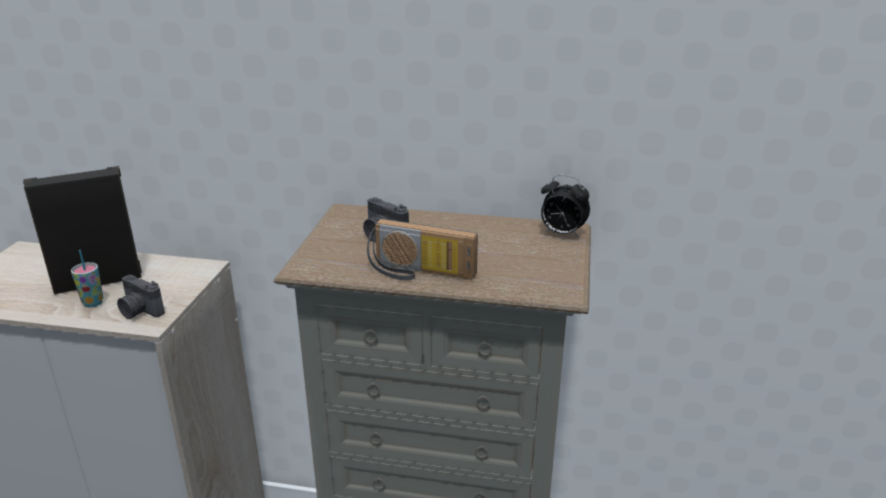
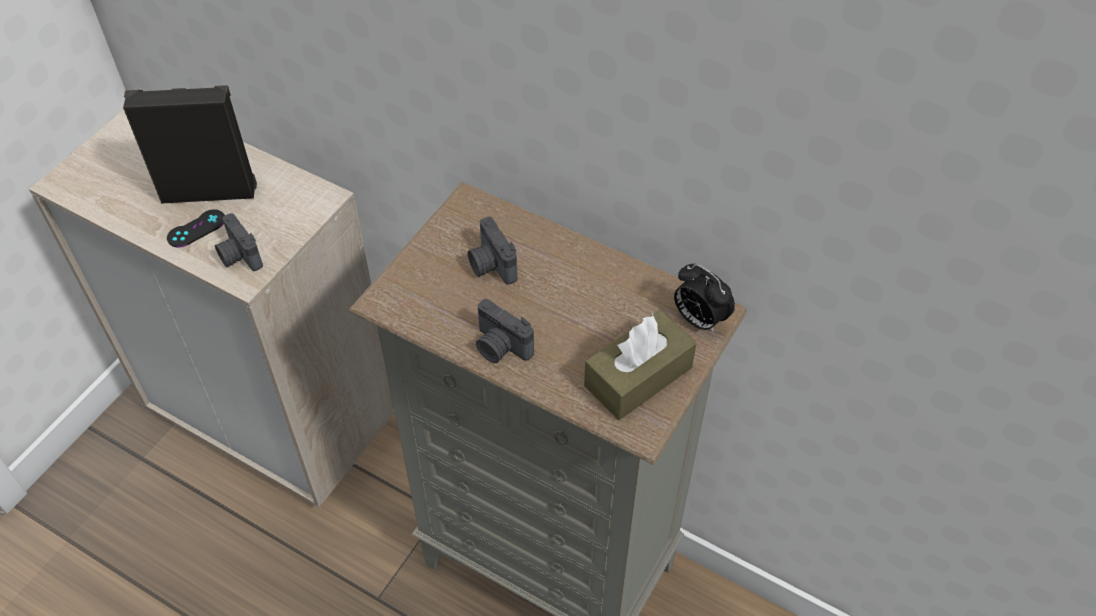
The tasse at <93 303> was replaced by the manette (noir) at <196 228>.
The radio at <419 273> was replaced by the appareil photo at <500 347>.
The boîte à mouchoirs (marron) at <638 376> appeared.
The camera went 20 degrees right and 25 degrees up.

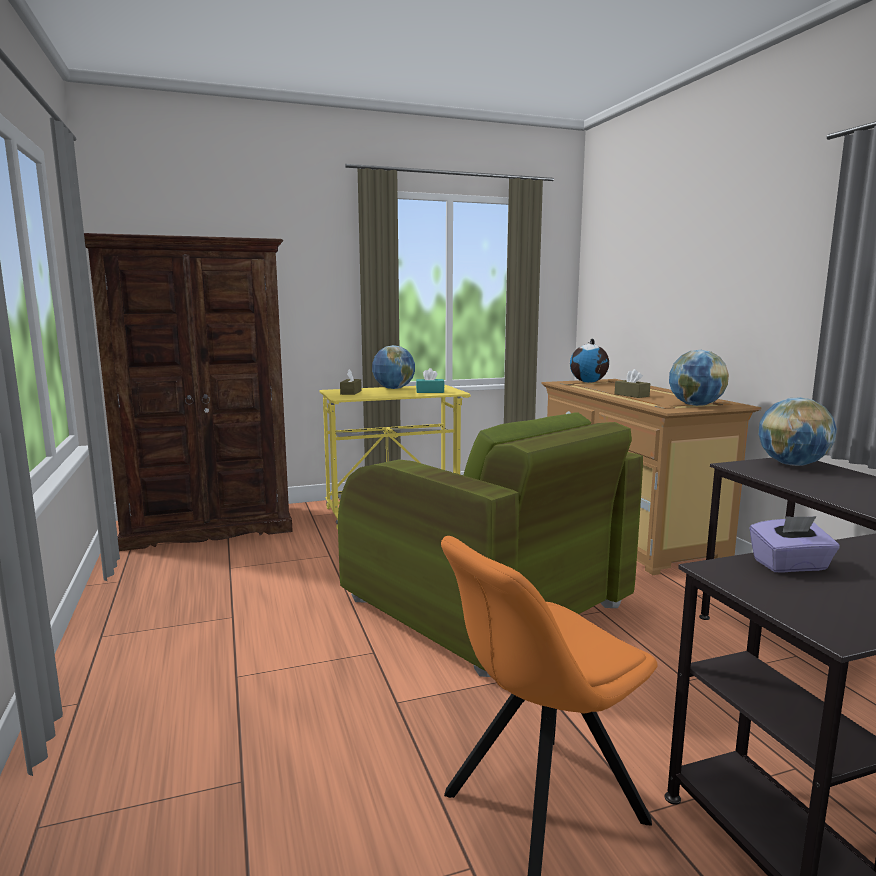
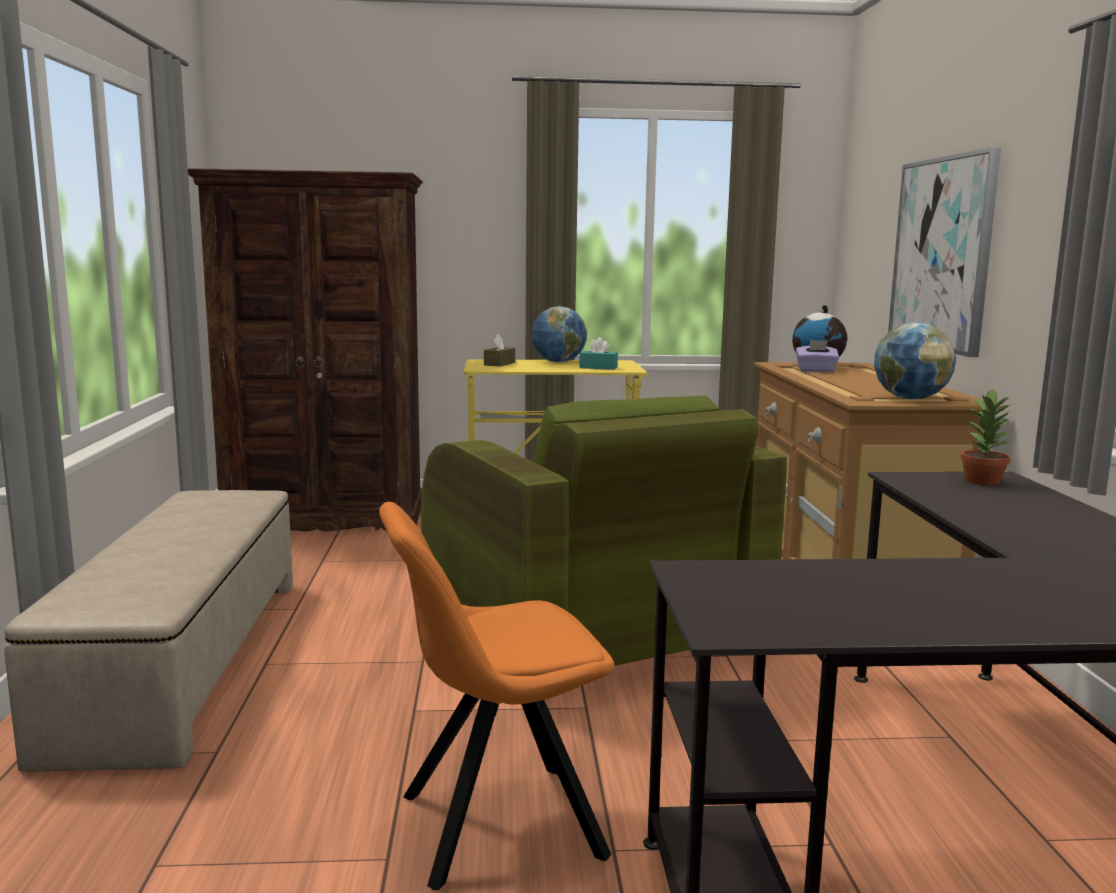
The boîte à mouchoirs (marron) at <631 395> disappeared.
The boîte à mouchoirs (violet) moved from <790 565> to <816 370>.
The globe at <792 464> was replaced by the plante en pot at <983 481>.
The banc (beige) at <184 658> appeared.
The tableau at <942 253> appeared.
The camera went 15 degrees right and 0 degrees up.

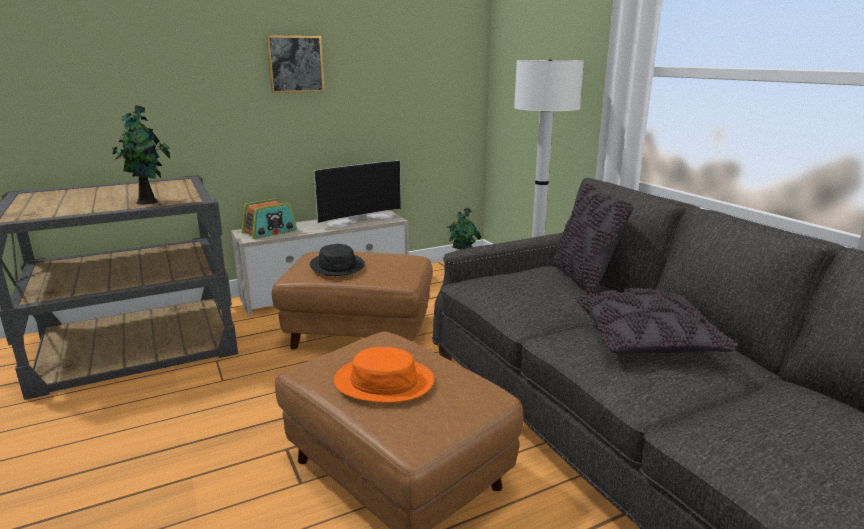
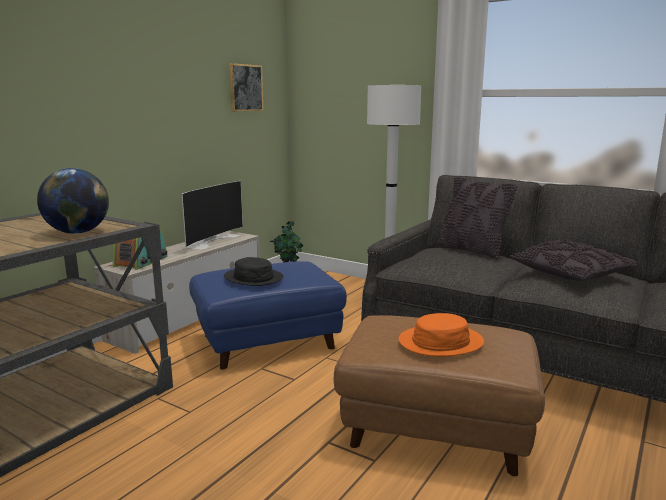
The plante en pot at <149 202> was replaced by the globe at <78 232>.
The tableau moved from <295 64> to <245 88>.
The pouf (marron) at <360 332> became the pouf (bleu) at <268 341>.
The camera went 30 degrees left and 5 degrees down.

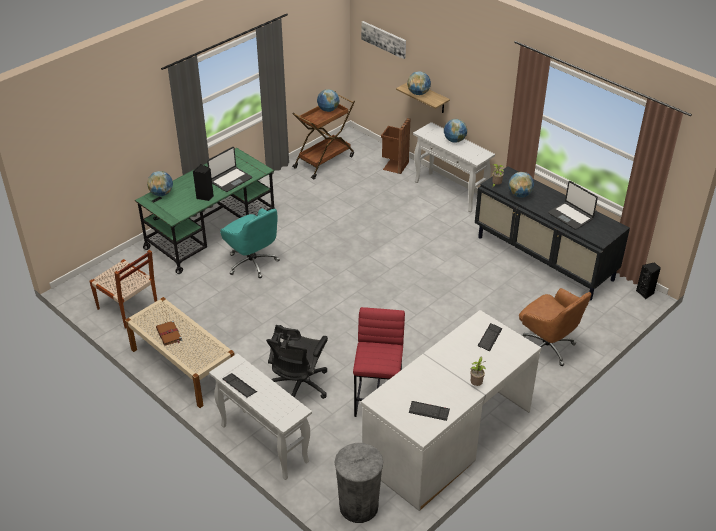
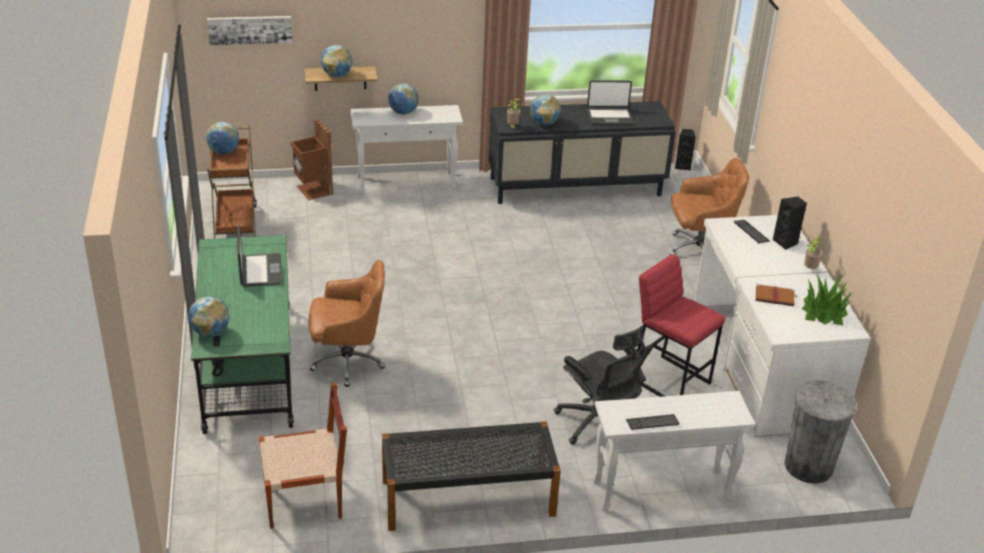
The banc (beige) at <183 366> became the banc (noir) at <468 498>.
The livre (marron) moved from <169 334> to <775 297>.
The enceinte (noir) moved from <205 197> to <786 243>.
The chaise de bureau (turquoise) at <252 263> became the chaise de bureau (marron) at <347 362>.
The clavier at <429 411> was replaced by the plante en pot at <824 312>.
The camera went 55 degrees left and 5 degrees down.

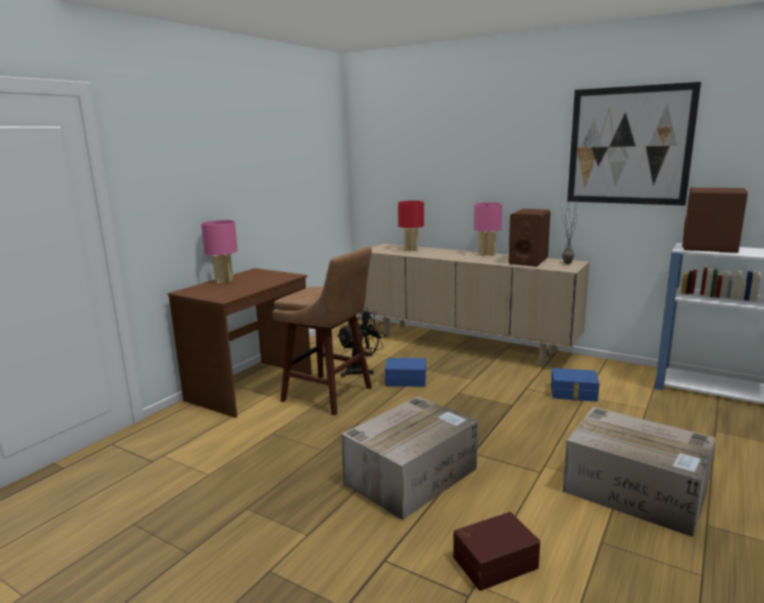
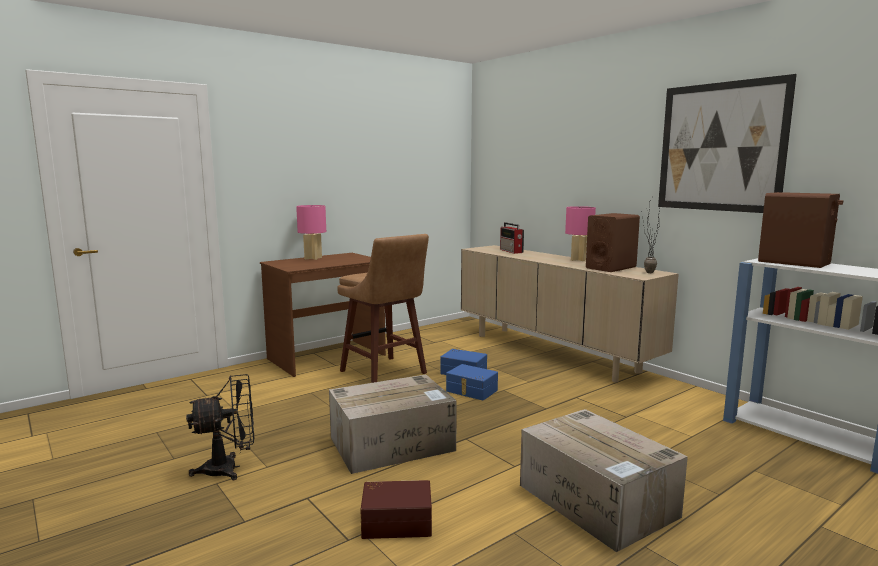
The ventilateur (noir) moved from <361 370> to <229 468>.
The lampe de table (rouge) at <411 250> was replaced by the radio at <511 251>.
The boîte de rangement (bleu) moved from <573 393> to <471 391>.
The camera went 20 degrees right and 5 degrees down.

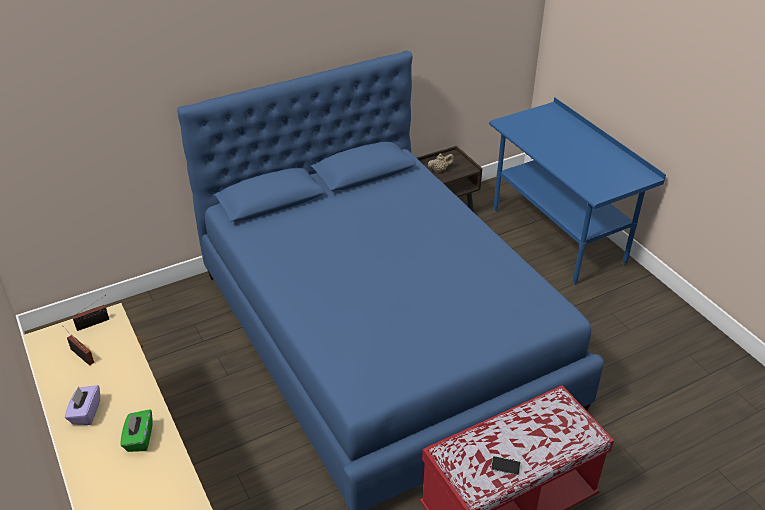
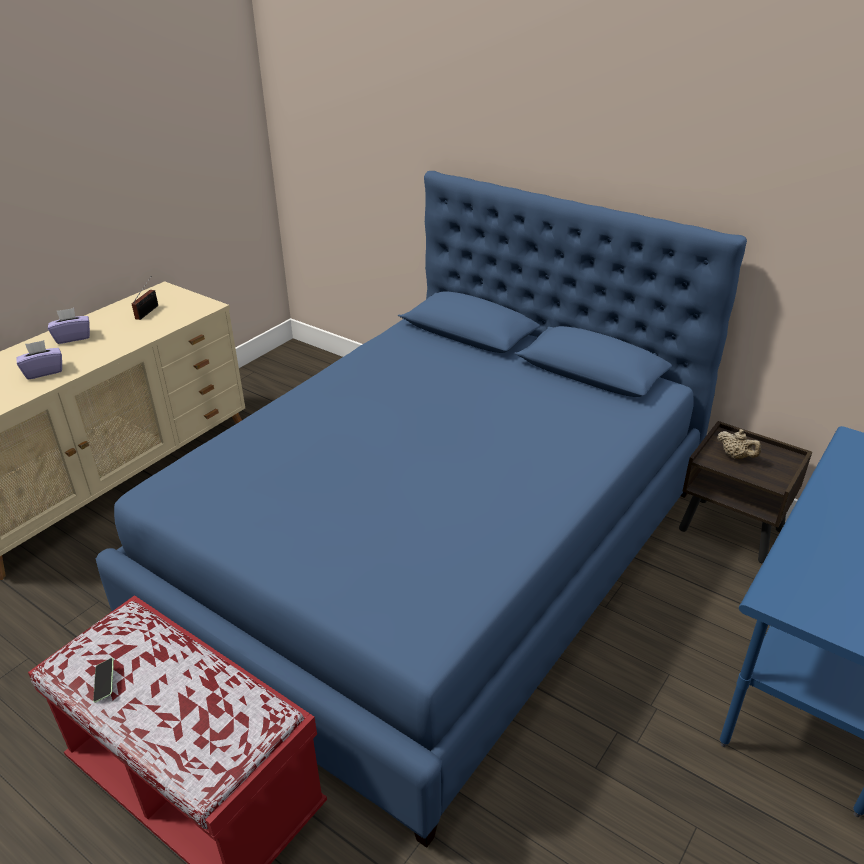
The radio at <94 323> disappeared.
The boîte à mouchoirs (vert) at <139 439> became the boîte à mouchoirs (violet) at <43 371>.
The camera went 65 degrees right and 5 degrees down.

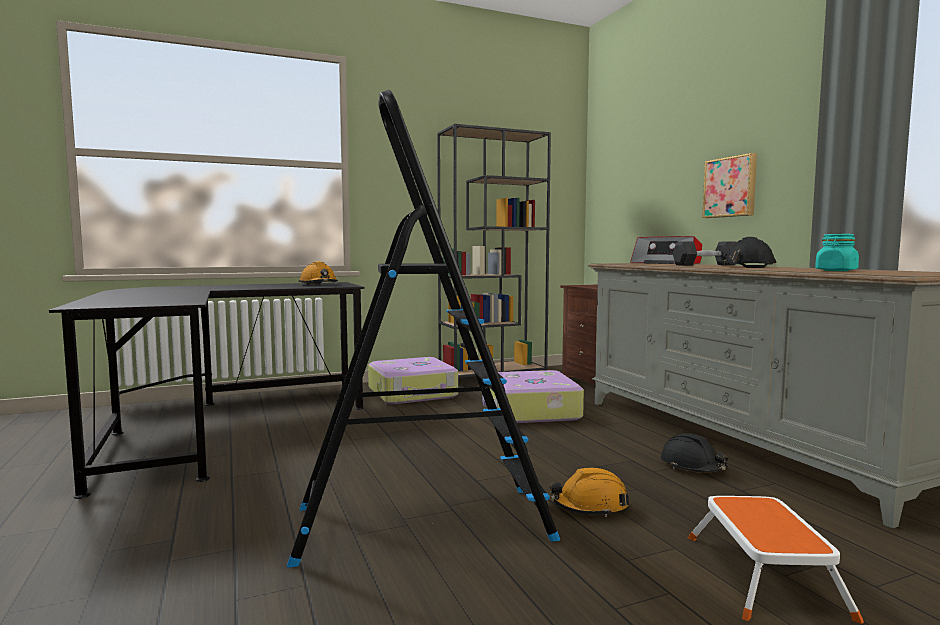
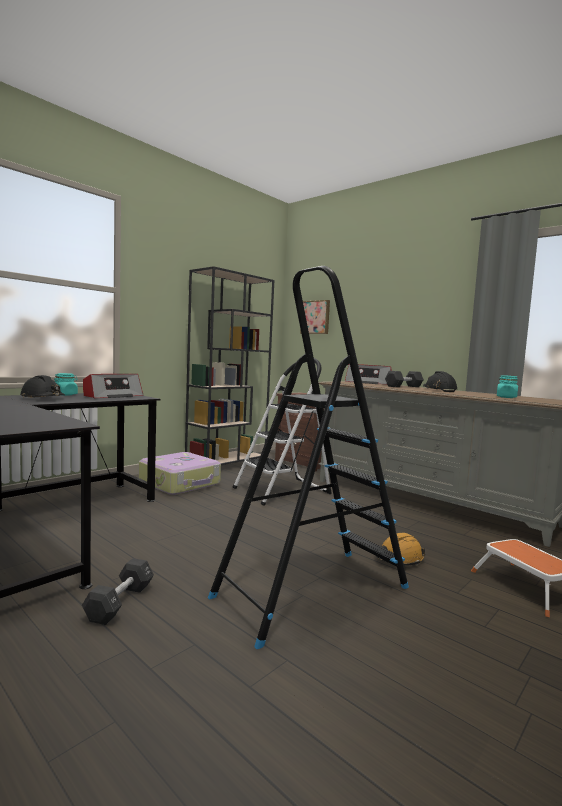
The casque de chantier (orange) at <319 285> was replaced by the radio at <112 396>.
The valise at <530 411> was replaced by the escabeau at <284 491>.
The casque de chantier (noir) moved from <692 466> to <42 398>.
The tableau moved from <731 187> to <315 317>.
The bocal (turquoise) at <65 394> appeared.
The haltère (noir) at <120 602> appeared.
The camera went 25 degrees left and 0 degrees up.

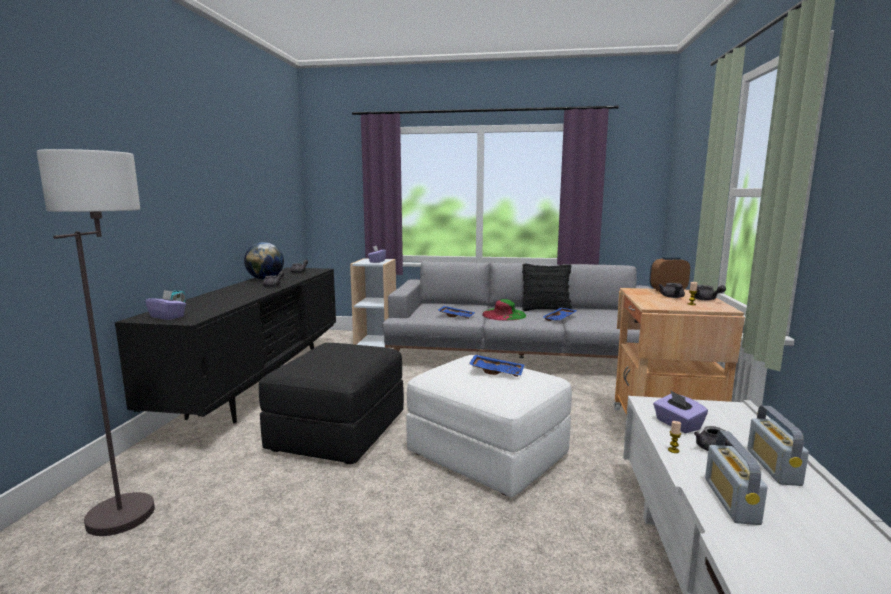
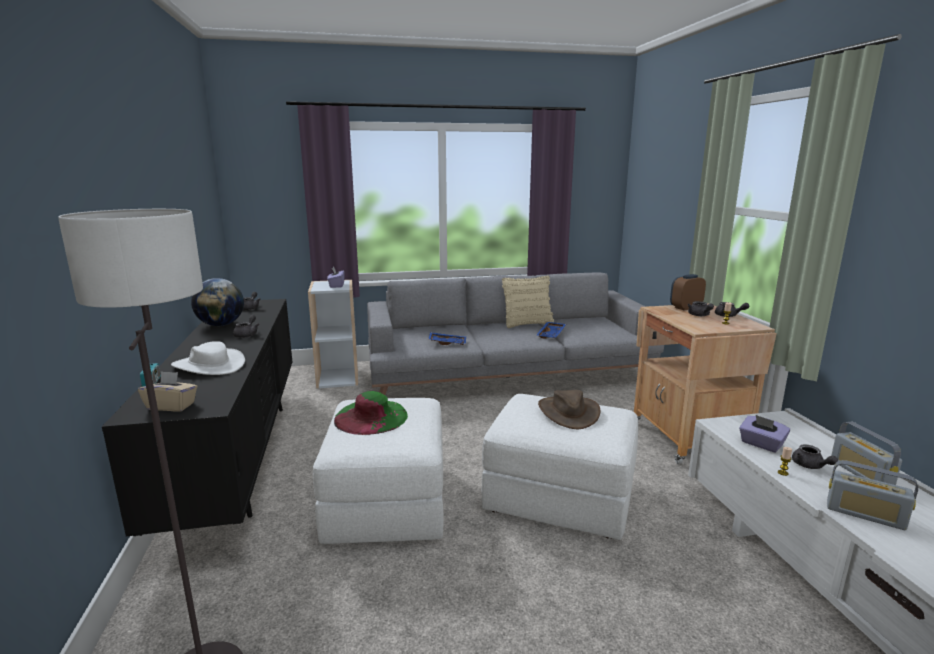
The boîte à mouchoirs (violet) at <167 317> became the boîte à mouchoirs (beige) at <171 406>.
The pouf (noir) at <339 432> became the pouf (blanc) at <387 502>.
The plateau (bleu) at <497 371> was replaced by the chapeau (marron) at <568 412>.
The chapeau (vert) moved from <504 315> to <371 417>.
The coussin (noir) at <545 309> became the coussin (beige) at <527 324>.
The radio at <731 501> turned 45 degrees counterclockwise.
The chapeau (blanc) at <209 365> appeared.
The camera went 20 degrees left and 5 degrees up.

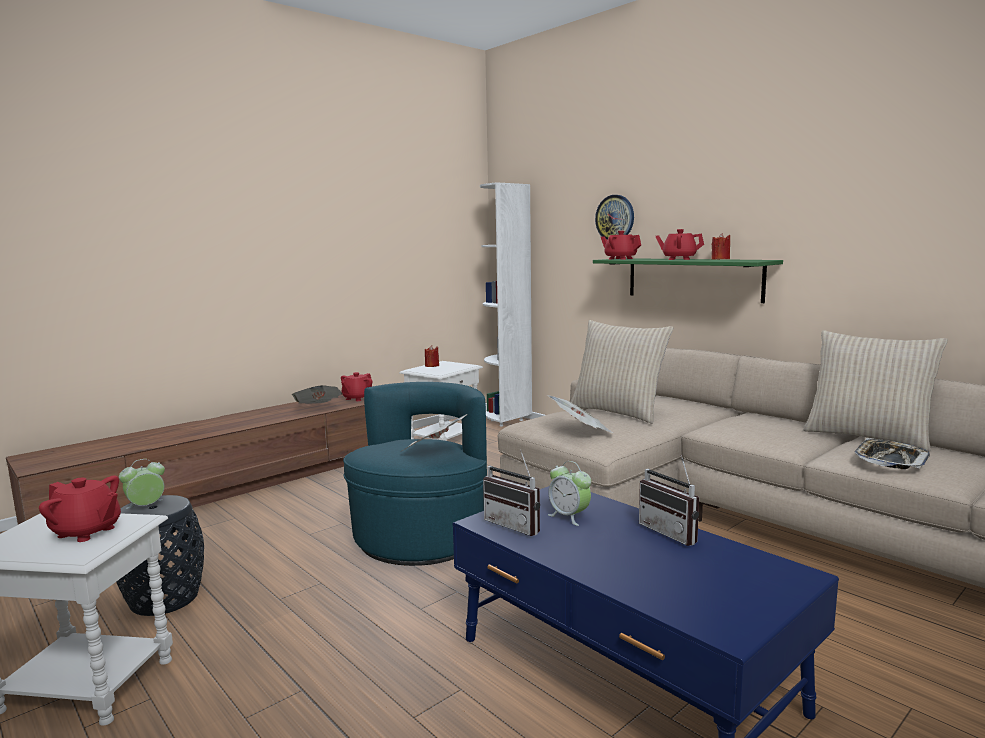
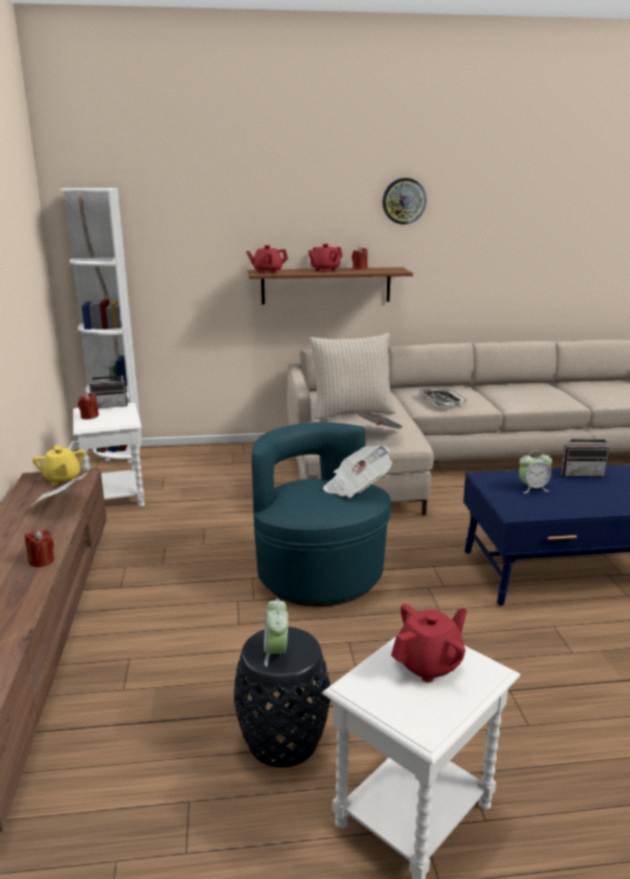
The théière (rouge) at <357 398> became the théière (jaune) at <62 479>.
The radio moved from <516 525> to <110 406>.
The étagère (vert) at <693 279> became the étagère (marron) at <326 285>.
The horloge murale moved from <615 218> to <404 201>.
The coussin (beige) at <867 436> disappeared.
The plateau moved from <890 460> to <441 401>.
The bougie (rouge) at <41 561> appeared.
The camera went 55 degrees left and 10 degrees up.

